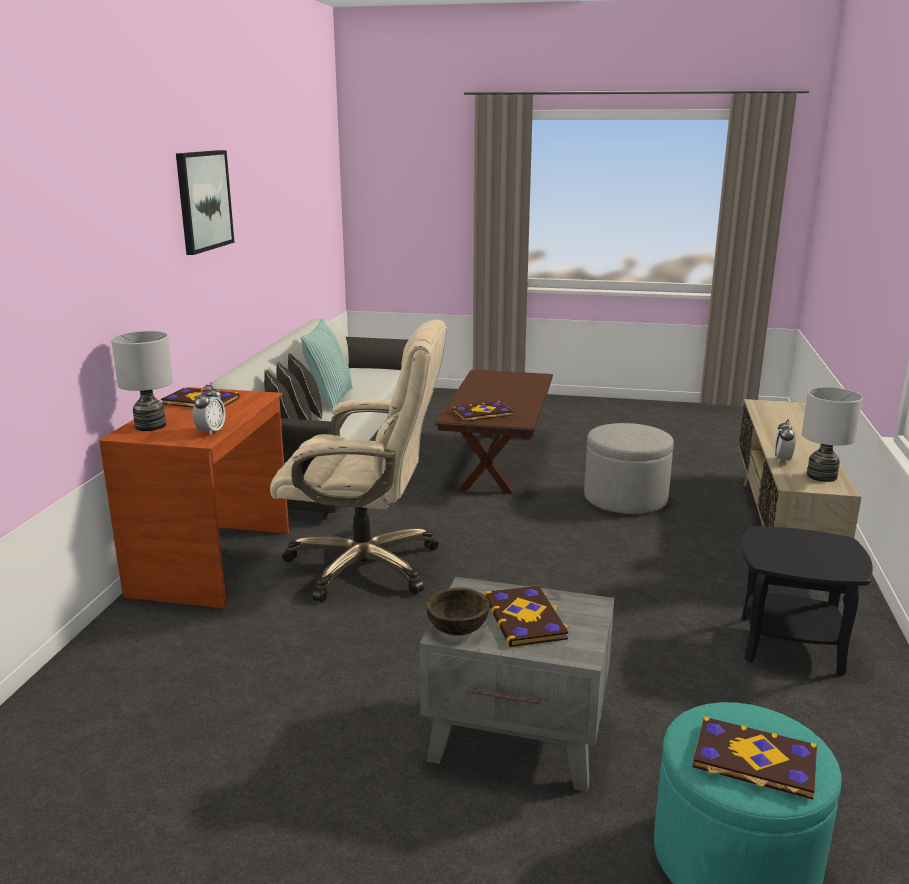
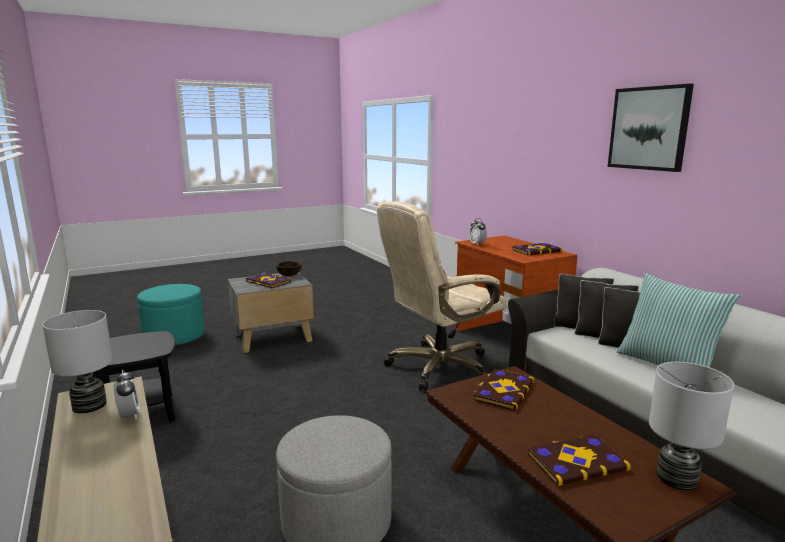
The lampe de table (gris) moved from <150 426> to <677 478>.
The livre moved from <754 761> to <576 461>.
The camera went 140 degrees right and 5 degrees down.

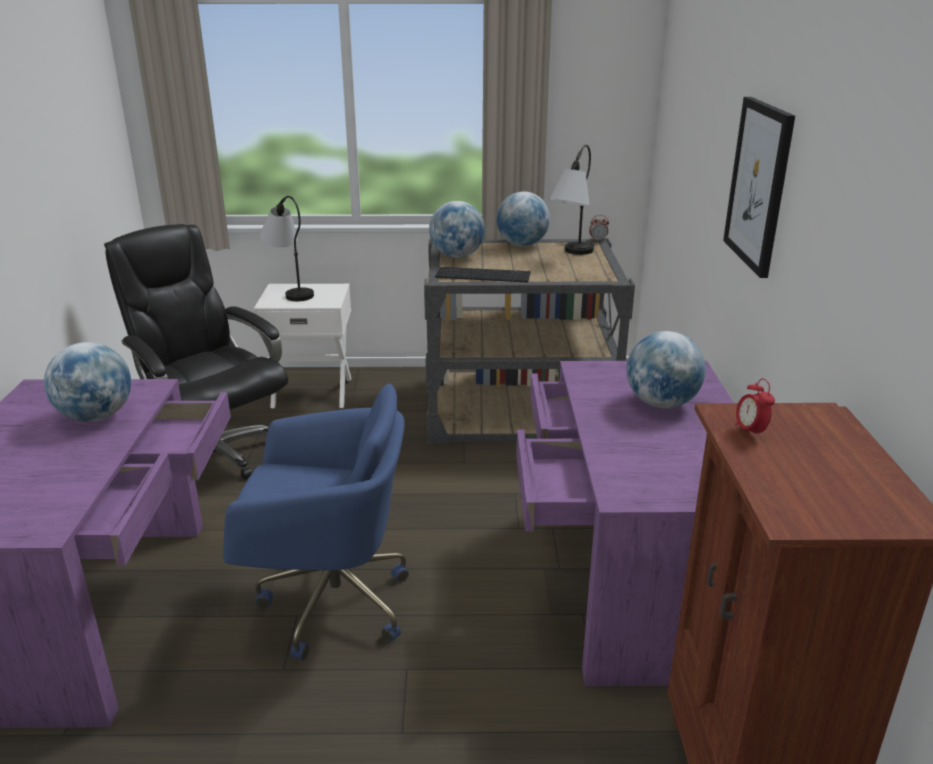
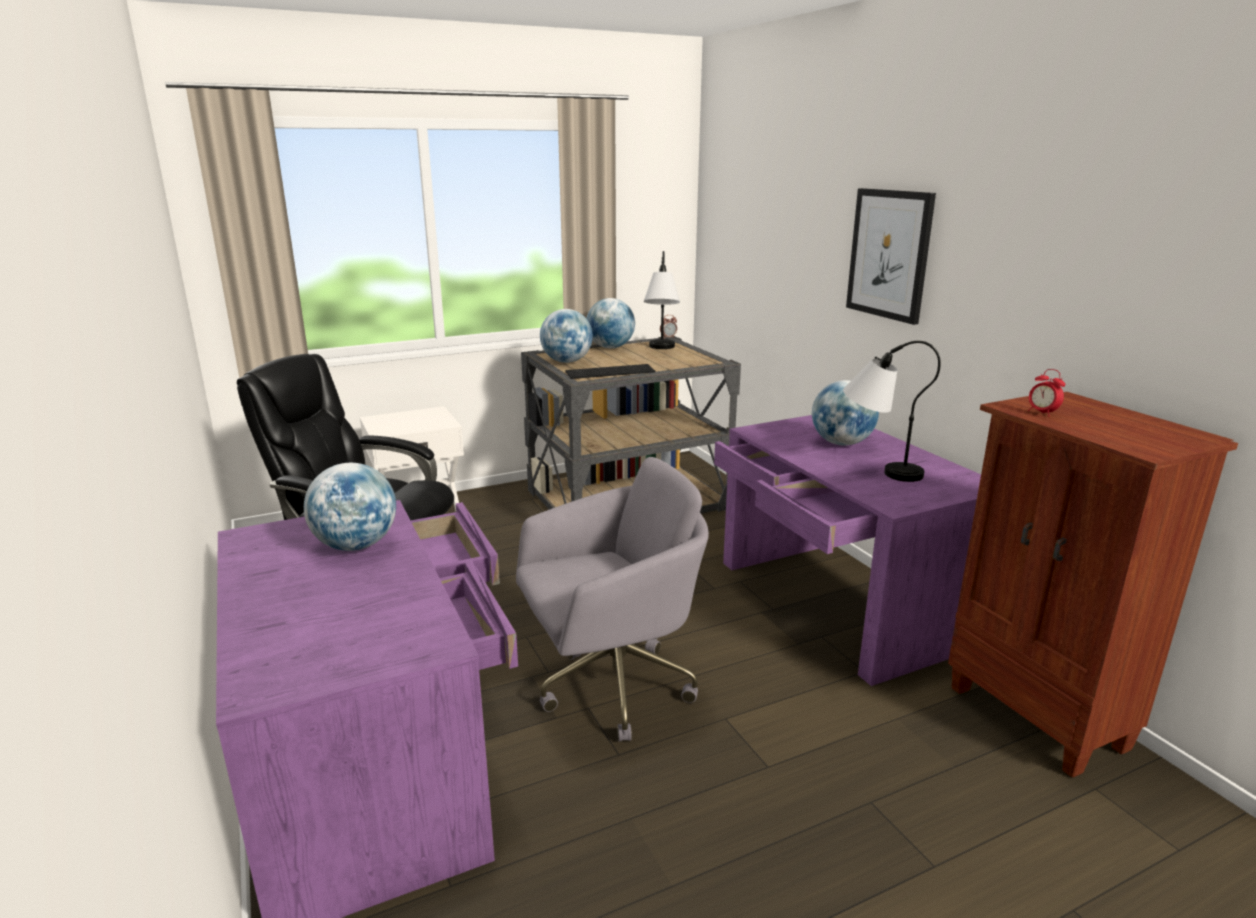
The chaise de bureau (bleu) at <329 605> became the chaise de bureau (gris) at <610 691>.
The lampe de table moved from <290 291> to <877 469>.
The camera went 25 degrees left and 5 degrees down.

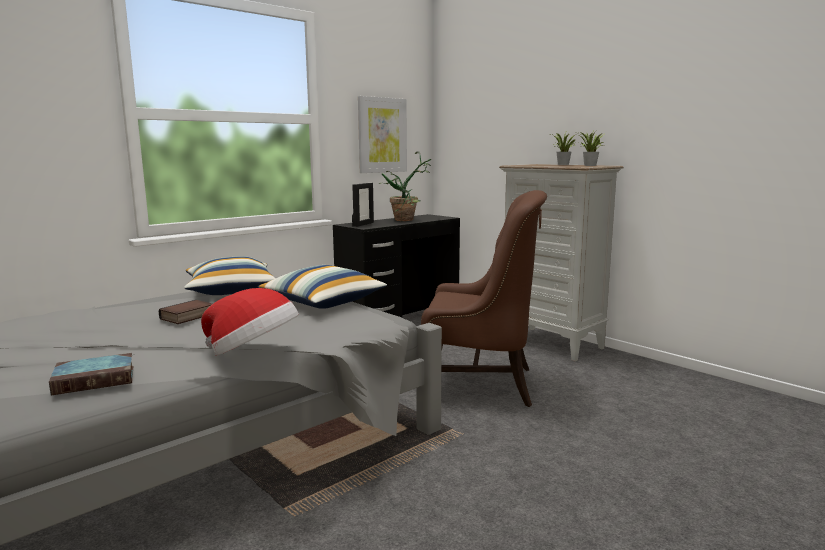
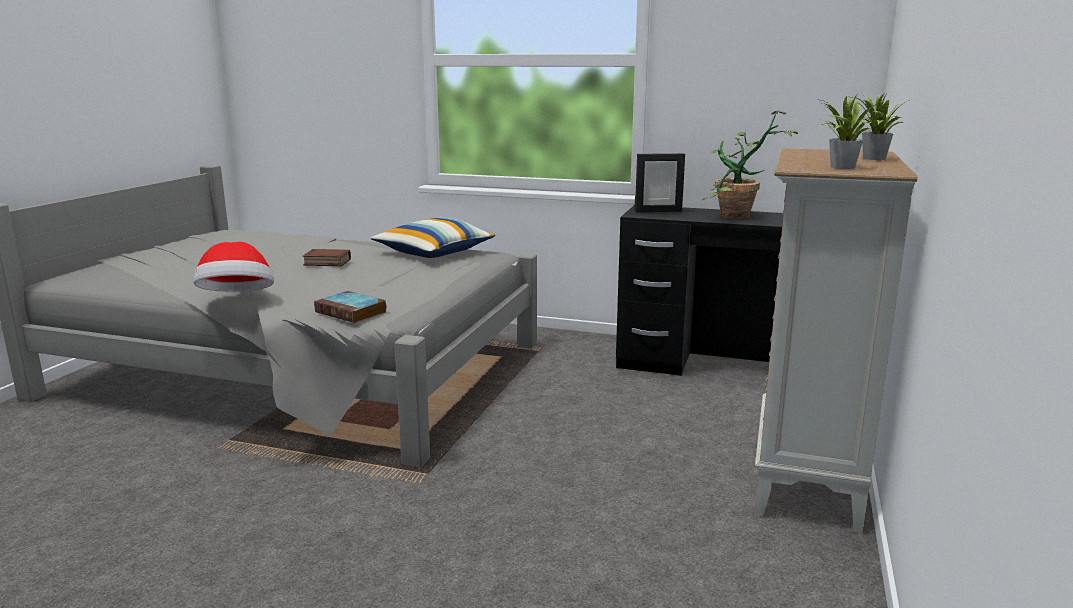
The livre moved from <96 379> to <352 312>.
The coussin at <323 302> disappeared.
The tableau at <382 135> disappeared.
The chaise (marron) at <480 383> disappeared.
The camera went 60 degrees right and 5 degrees up.

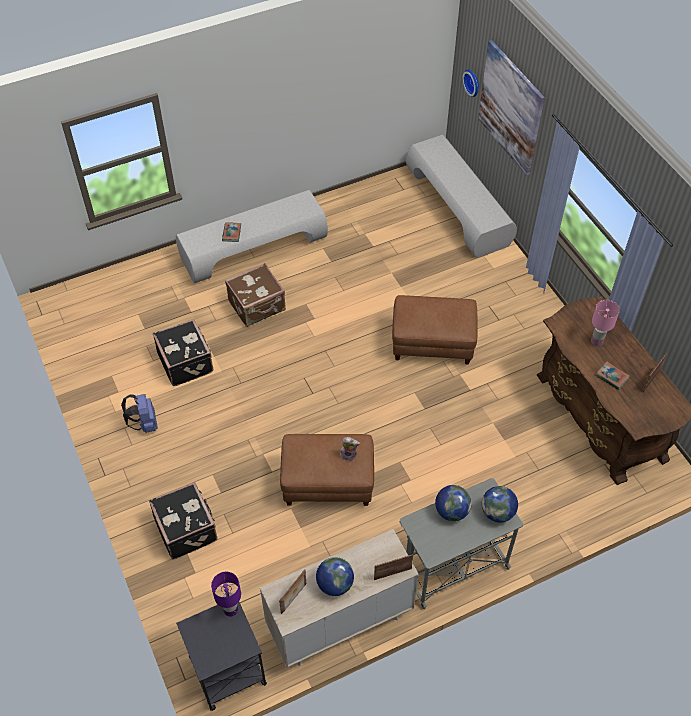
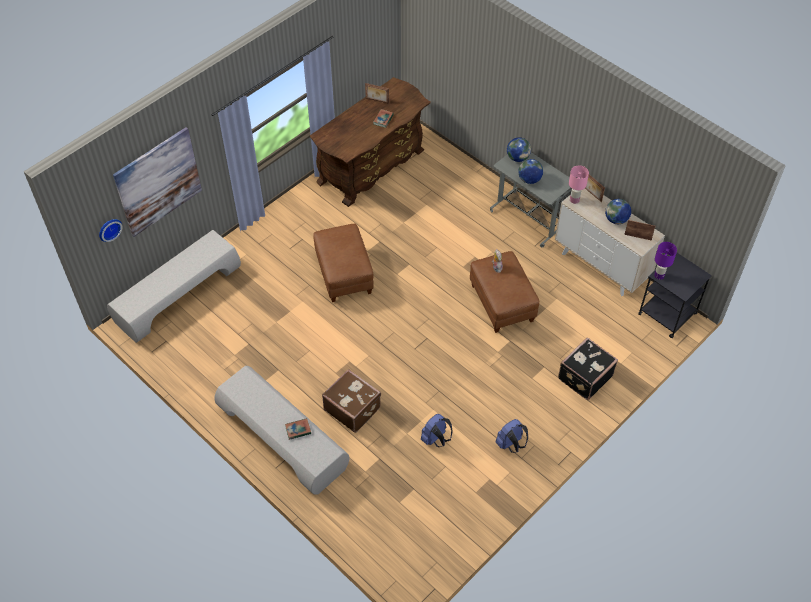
The valise (noir) at <186 362> was replaced by the sac à dos (bleu) at <436 439>.
The lampe de table (rose) moved from <596 341> to <574 200>.
The camera went 110 degrees left and 0 degrees up.

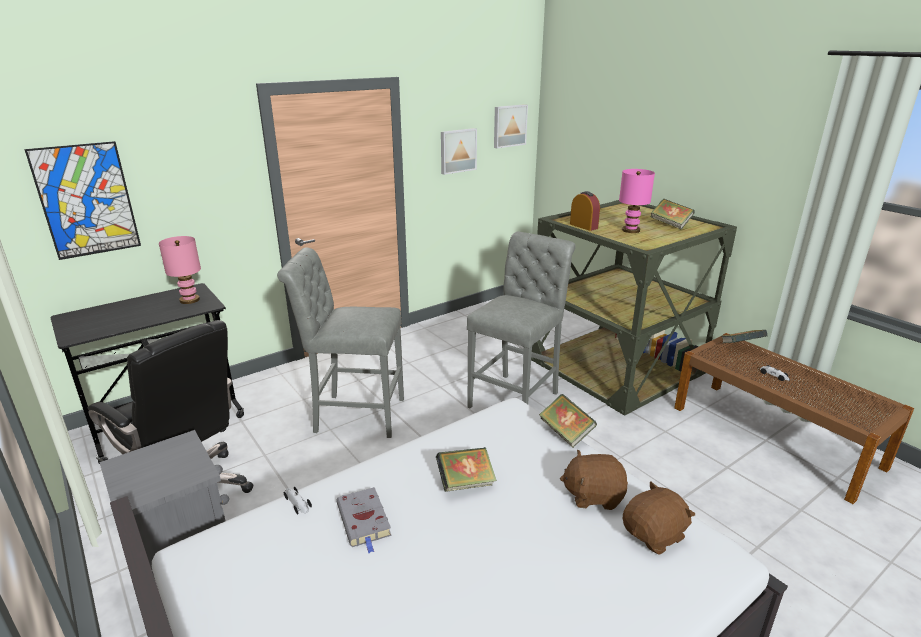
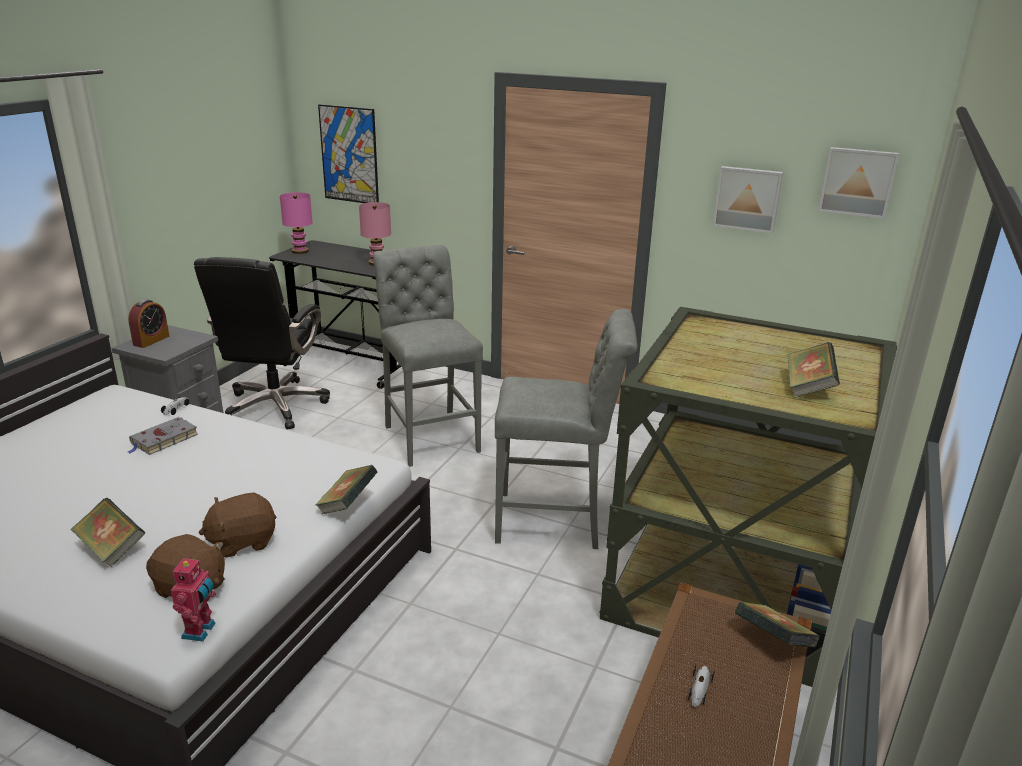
The livre moved from <466 483> to <112 548>.
The peluche (marron) at <593 495> turned 90 degrees counterclockwise.
The réveil moved from <583 226> to <151 340>.
The lampe de table (rose) moved from <631 230> to <300 251>.
The robot jouet at <200 631> appeared.
The camera went 60 degrees right and 0 degrees up.

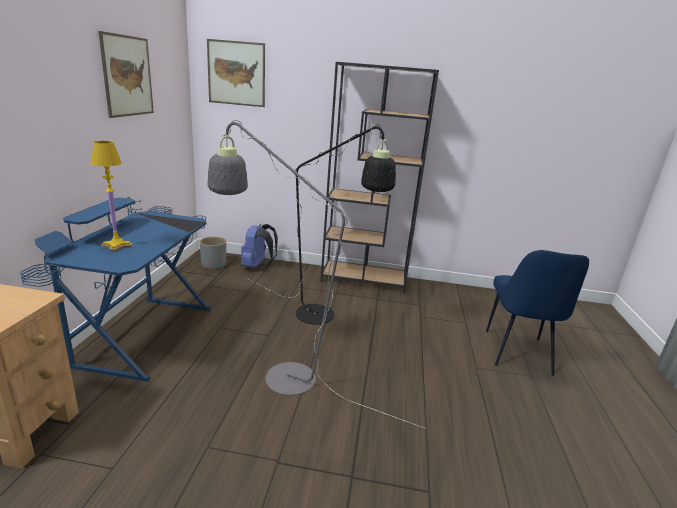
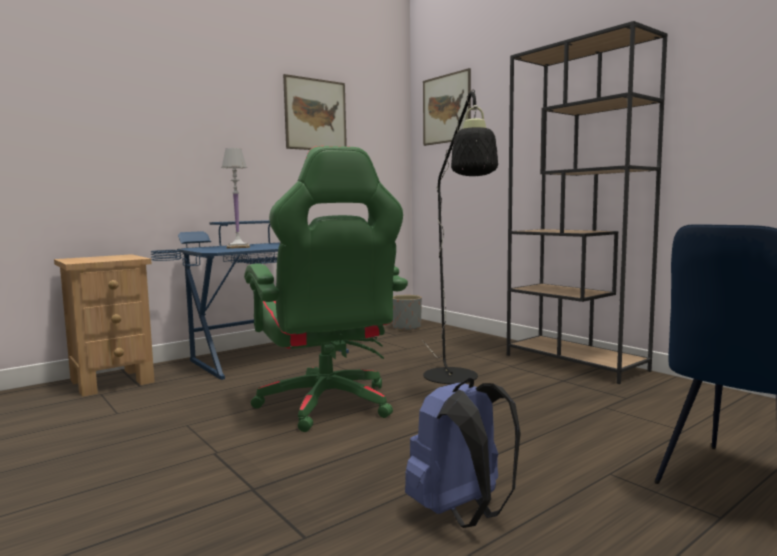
The lampe de table (jaune) at <117 246> became the lampe de table (blanc) at <238 247>.
The lampadaire (gris) at <278 374> was replaced by the chaise de bureau (vert) at <326 403>.
The sac à dos (bleu) moved from <257 267> to <462 513>.
The camera went 45 degrees right and 15 degrees down.

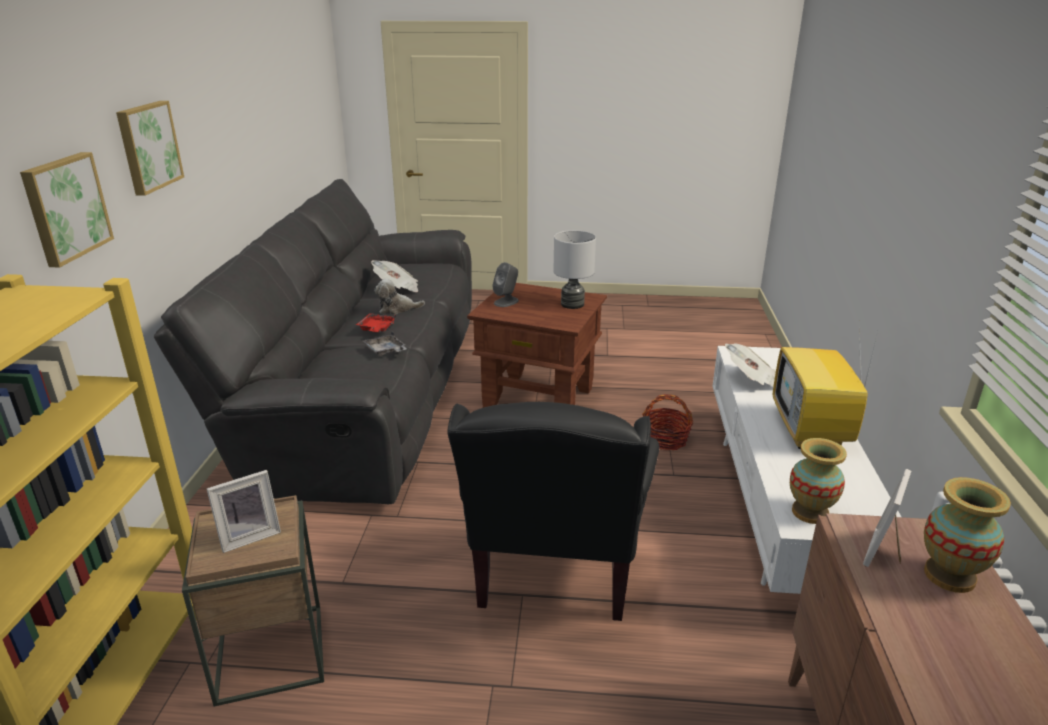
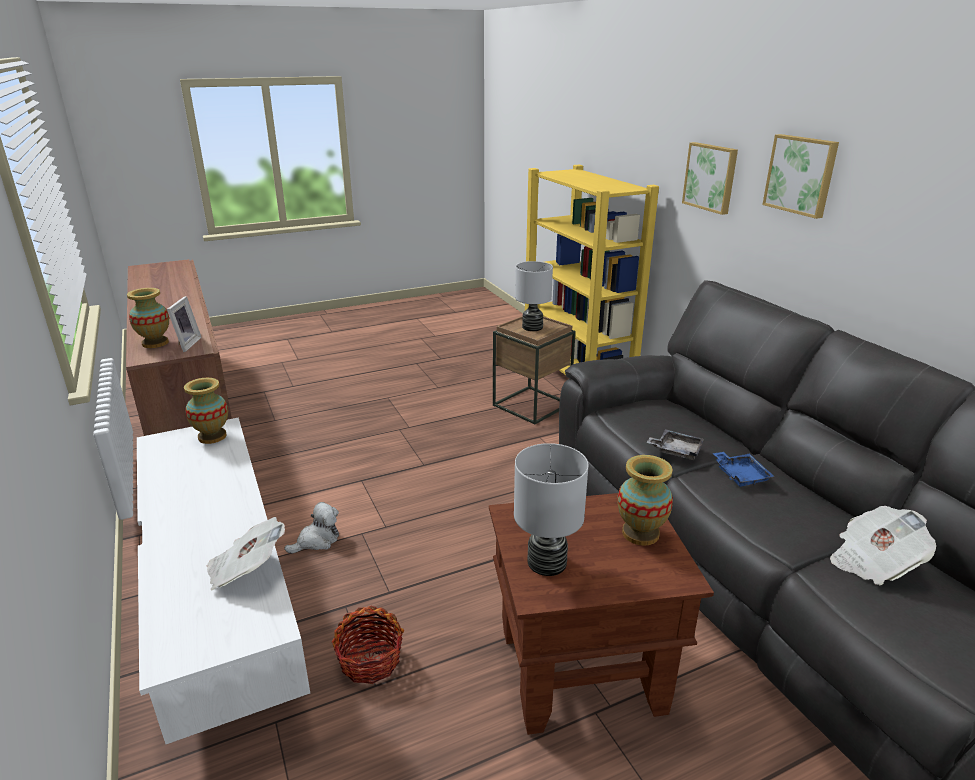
The cadre photo at <249 536> was replaced by the lampe de table (gris) at <532 327>.
The plateau (rouge) at <376 328> became the plateau (bleu) at <740 475>.
The peluche moved from <397 309> to <317 541>.
The fauteuil (noir) at <551 592> disappeared.
The enceinte (gris) at <506 302> was replaced by the vase at <640 533>.
The téléviseur at <811 433> disappeared.
The camera went 150 degrees right and 0 degrees up.

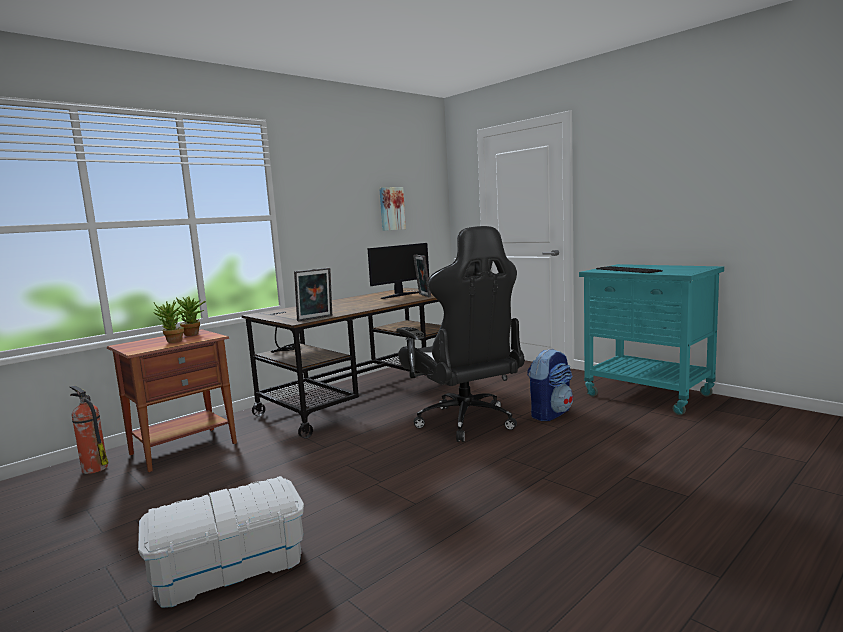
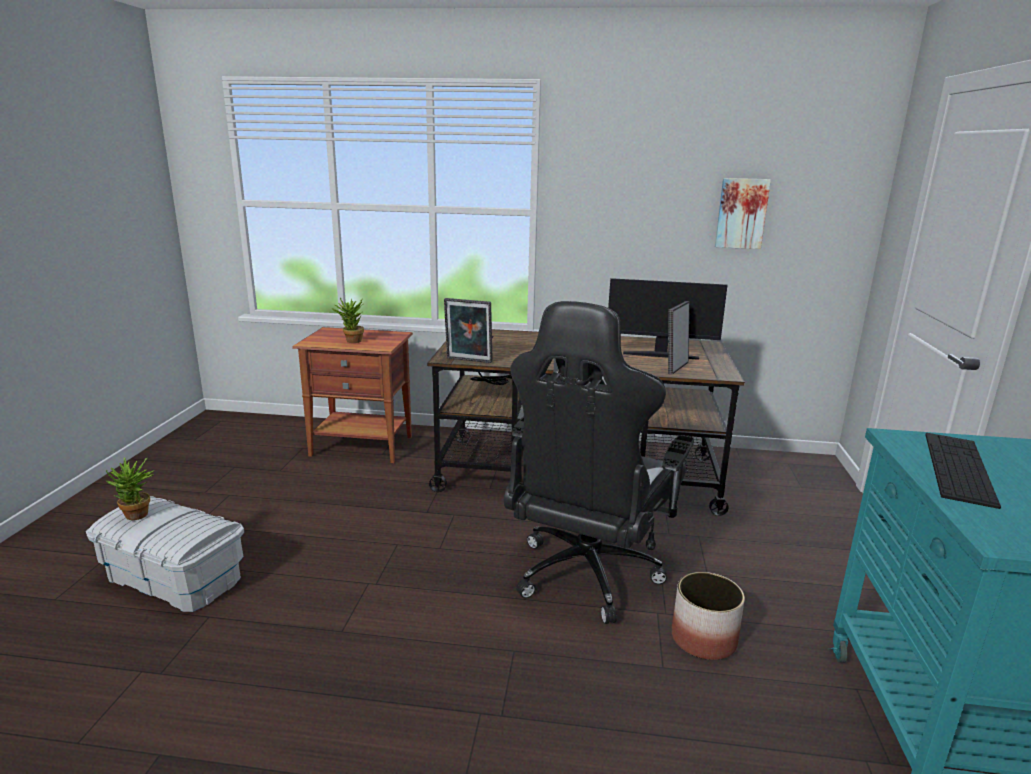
The extincteur at <94 468> disappeared.
The plante en pot moved from <194 334> to <137 517>.
The sac à dos at <550 414> was replaced by the cache-pot at <704 639>.
The camera went 50 degrees right and 10 degrees up.

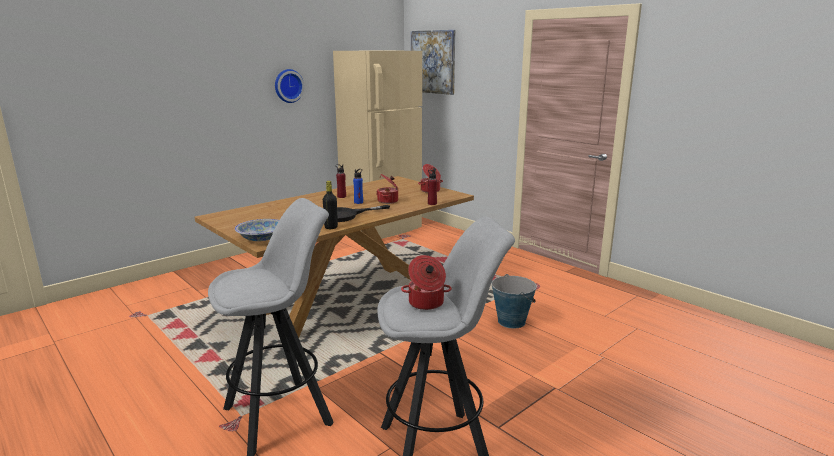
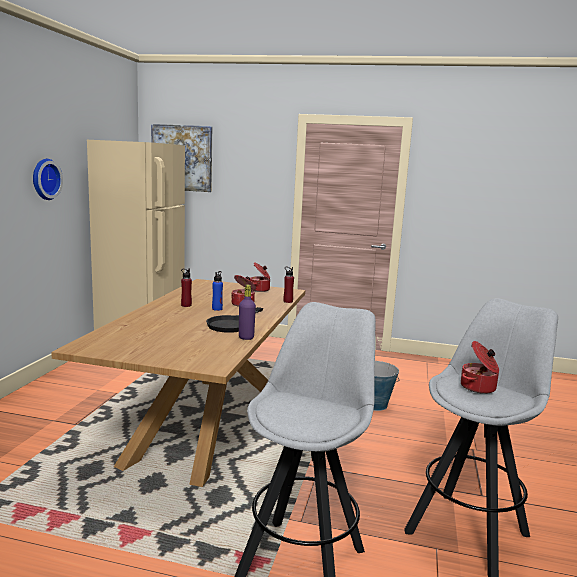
The bol at <261 238> disappeared.
The bouteille (noir) at <331 227> became the bouteille (violet) at <246 337>.
The camera went 35 degrees left and 5 degrees down.

